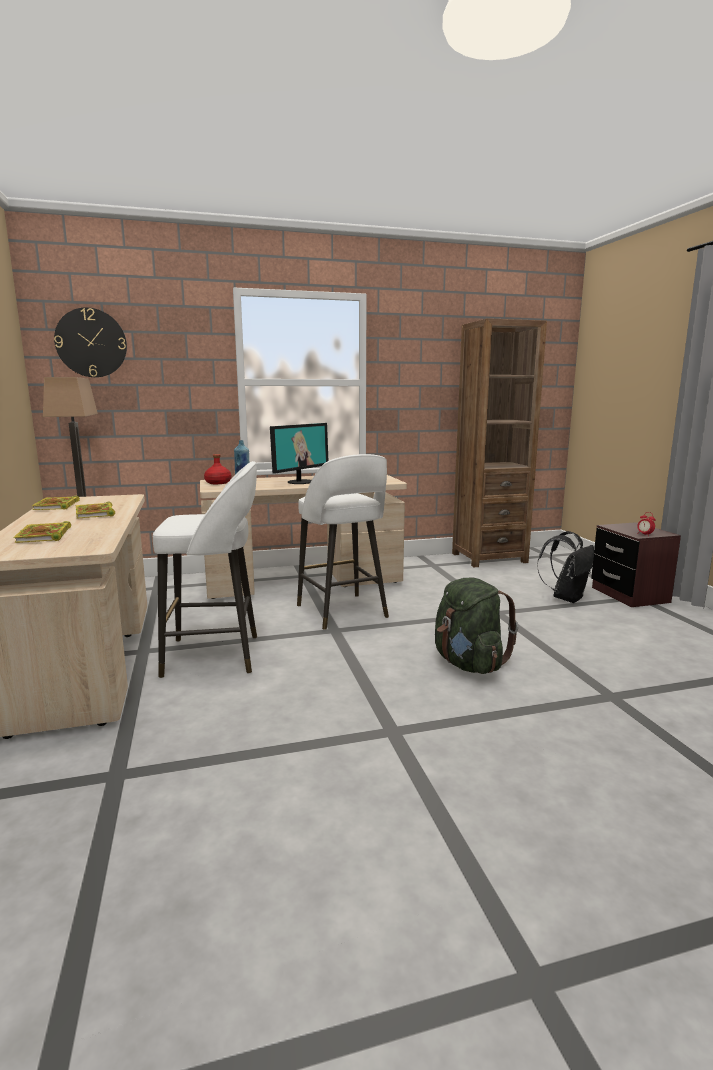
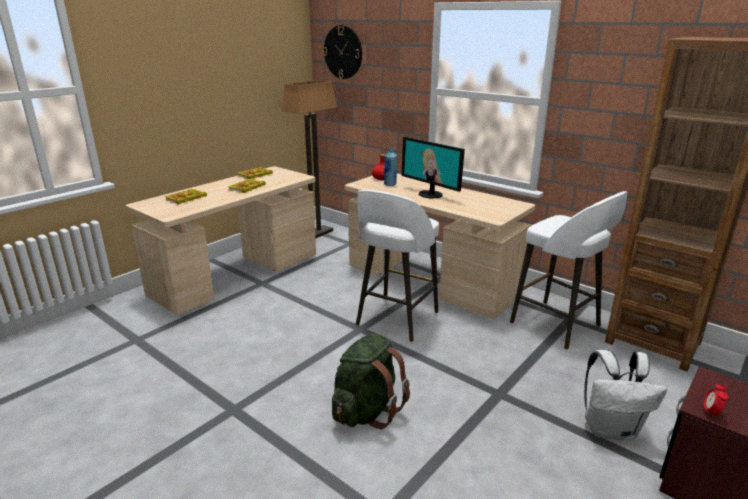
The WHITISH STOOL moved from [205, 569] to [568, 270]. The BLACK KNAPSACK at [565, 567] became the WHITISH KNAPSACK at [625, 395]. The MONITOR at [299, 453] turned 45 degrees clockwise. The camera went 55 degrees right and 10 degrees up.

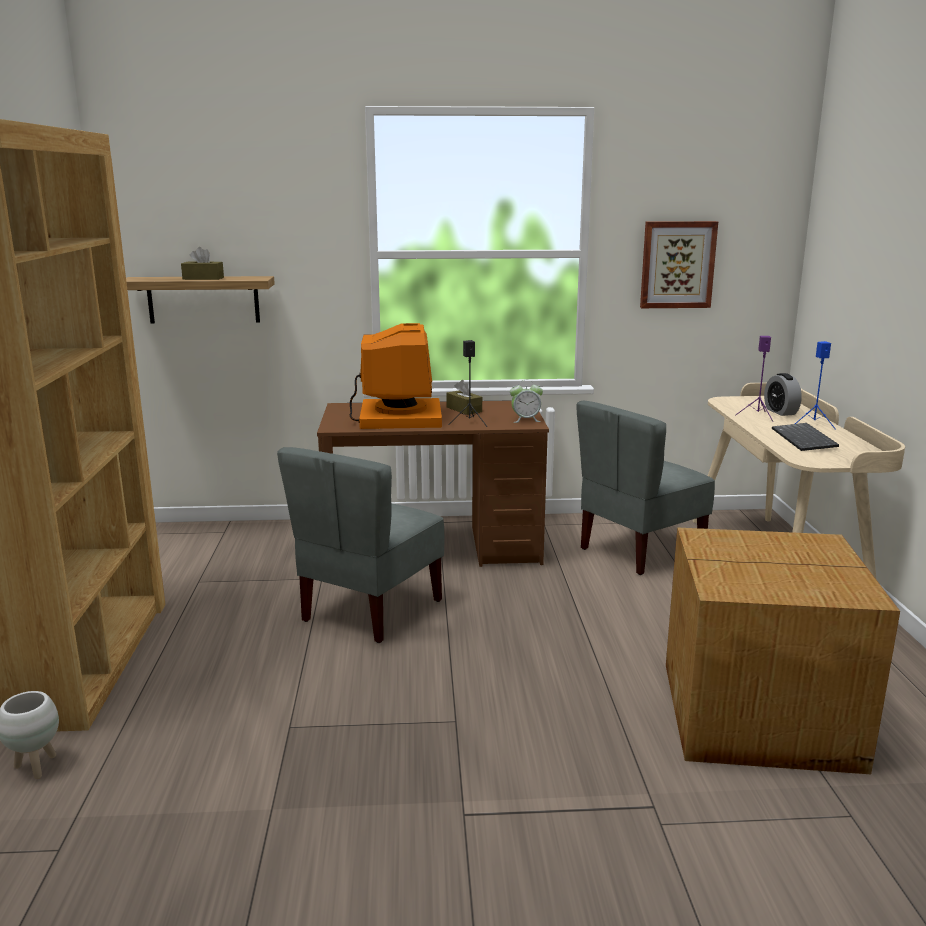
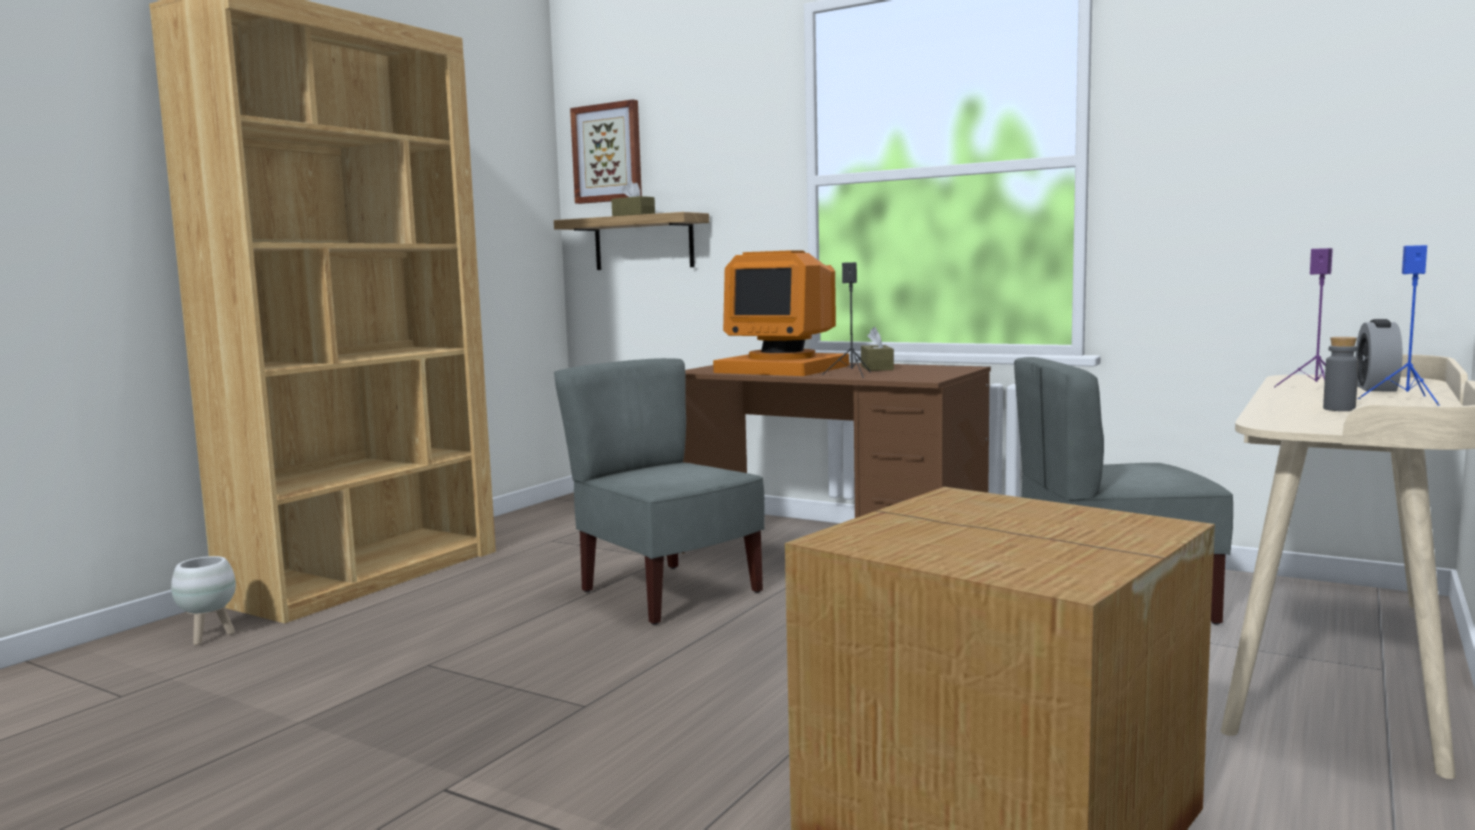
The ALARM CLOCK at [526, 401] disappeared. The WALL PICTURE moved from [679, 264] to [606, 151]. The COMPUTER KEYBOARD at [805, 437] was replaced by the GREY BOTTLE at [1341, 374]. The GREY UPRIGHT CHAIR at [361, 545] turned 75 degrees clockwise. The MONITOR at [396, 376] turned 90 degrees clockwise. The camera went 35 degrees right and 10 degrees down.

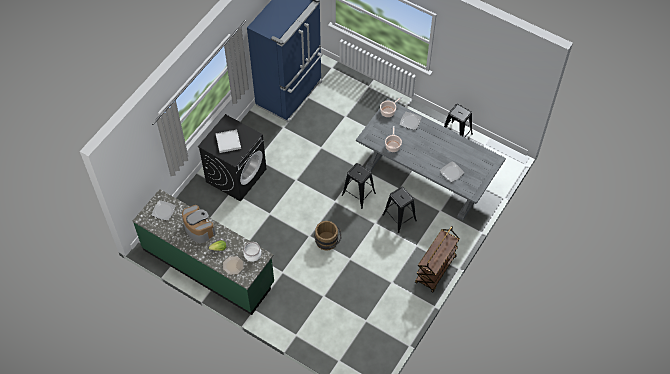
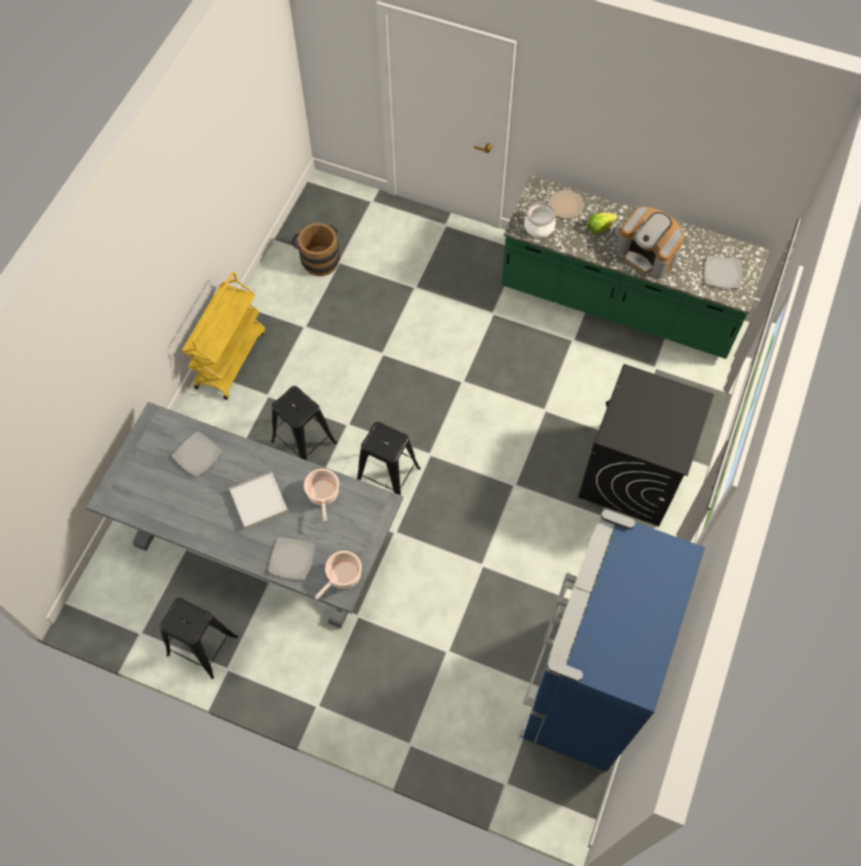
The WHITISH TRAY moved from [228, 141] to [258, 501]. The BROWNISH BUCKET moved from [328, 236] to [315, 249]. The BROWNISH TROLLEY at [437, 259] became the YELLOW-COLOURED TROLLEY at [223, 336]. The camera went 170 degrees right and 5 degrees up.

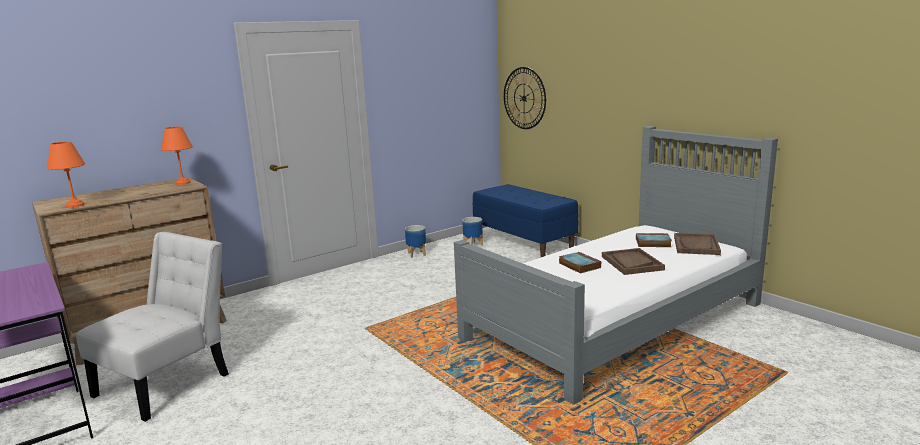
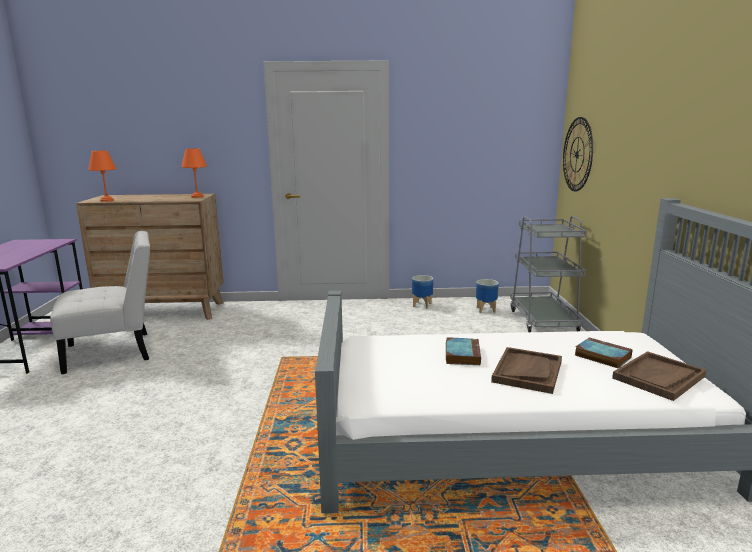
The BLUISH LONG SEAT at [526, 220] was replaced by the GREY TROLLEY at [548, 274]. The camera went 35 degrees right and 0 degrees up.

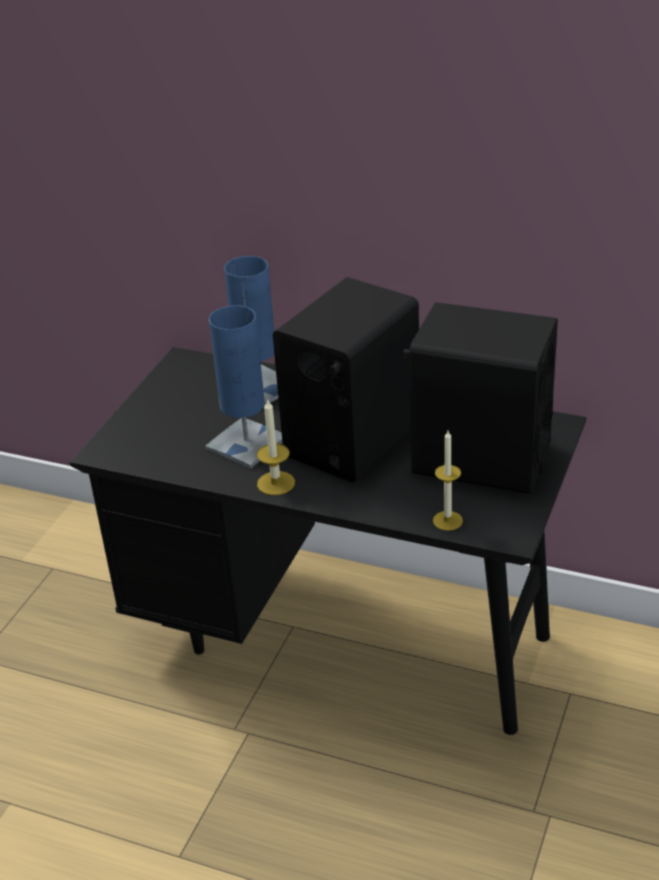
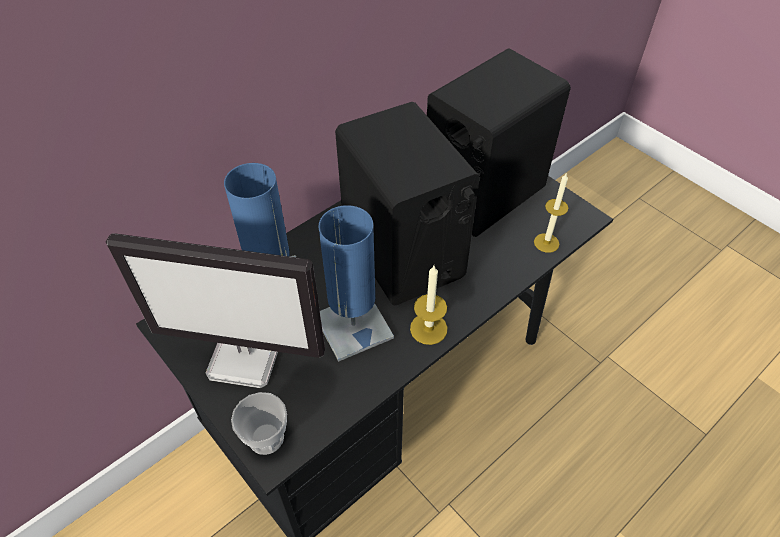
The MONITOR at [215, 310] appeared. The CUP at [259, 423] appeared. The camera went 65 degrees left and 15 degrees up.

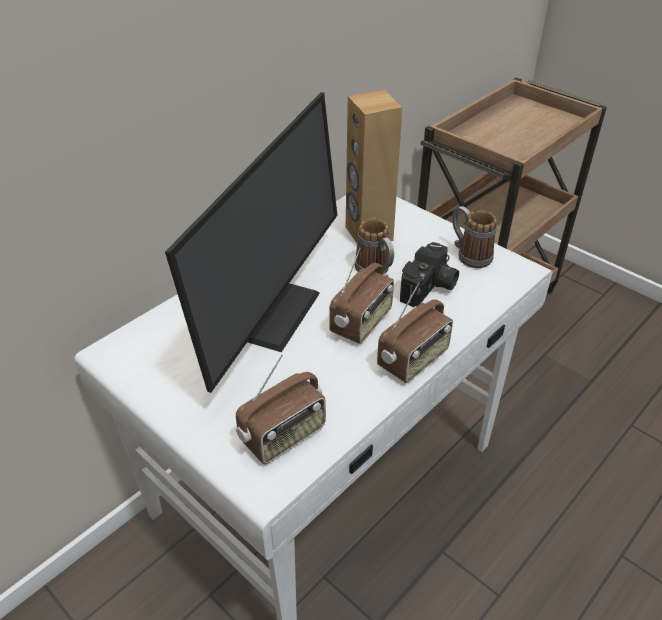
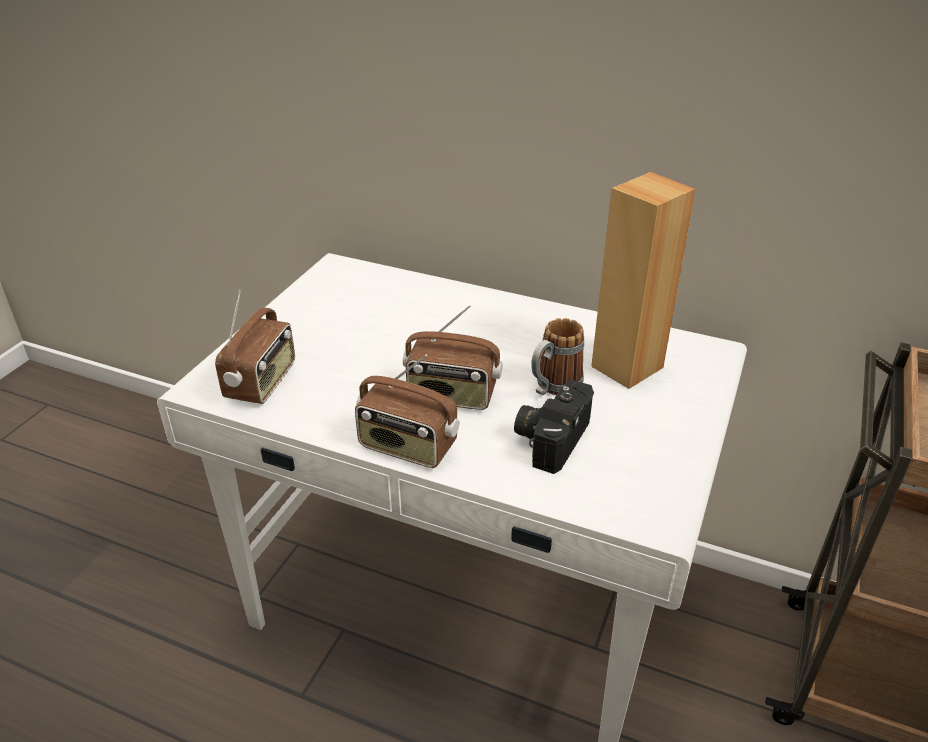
The MONITOR at [251, 242] disappeared. The MUG at [474, 237] disappeared. The RADIO SET at [281, 409] turned 105 degrees counterclockwise. The PHOTO CAMERA at [429, 274] turned 105 degrees clockwise. The camera went 70 degrees right and 5 degrees down.

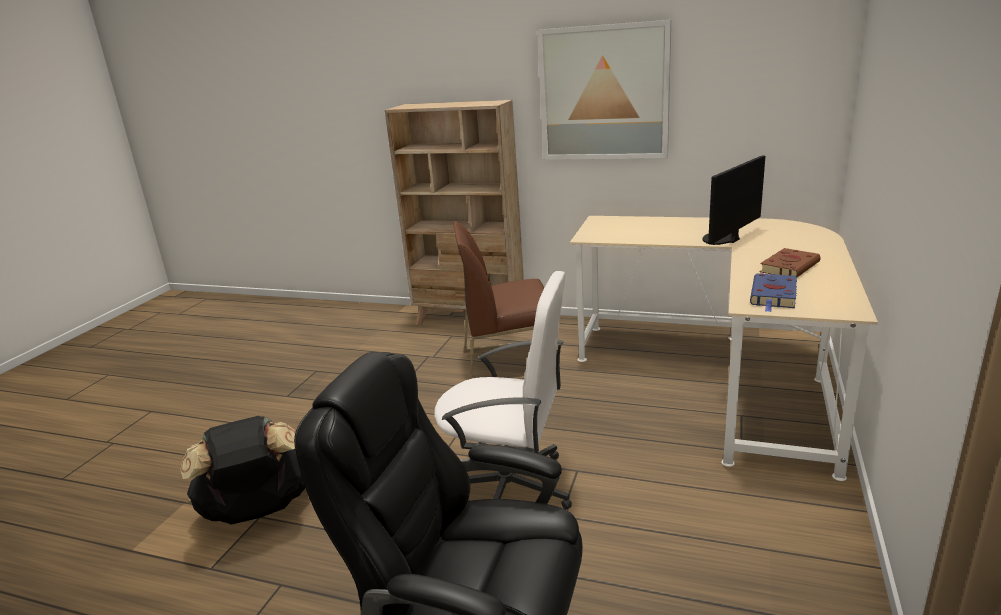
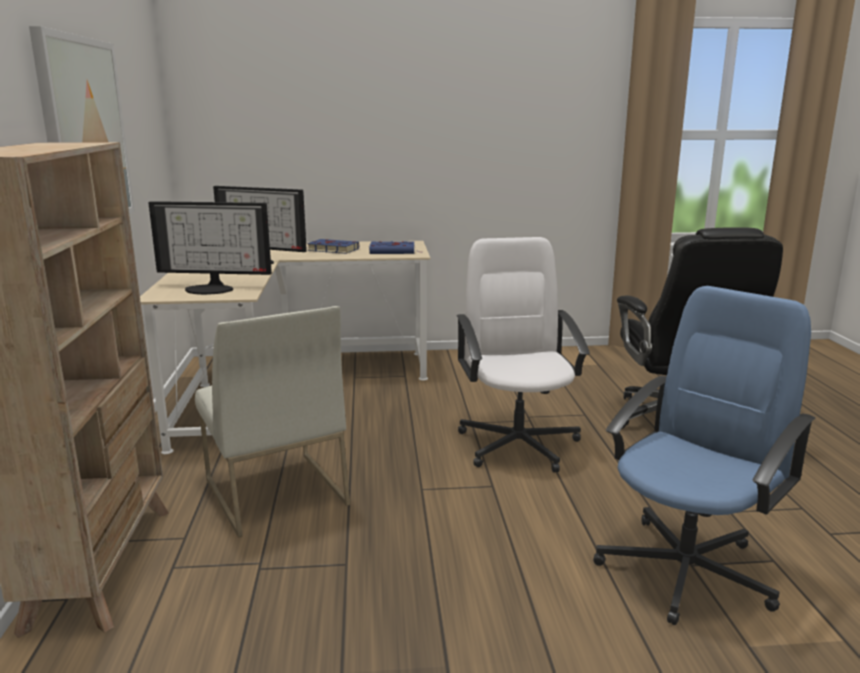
The MONITOR at [210, 248] appeared. The BLACK KNAPSACK at [242, 470] was replaced by the BLUISH OFFICE CHAIR at [704, 455]. The BROWNISH UPRIGHT CHAIR at [505, 300] became the WHITISH UPRIGHT CHAIR at [272, 421]. The BROWNISH BOUND BOOK at [790, 262] became the BLUISH BOUND BOOK at [333, 246]. The camera went 115 degrees left and 5 degrees down.

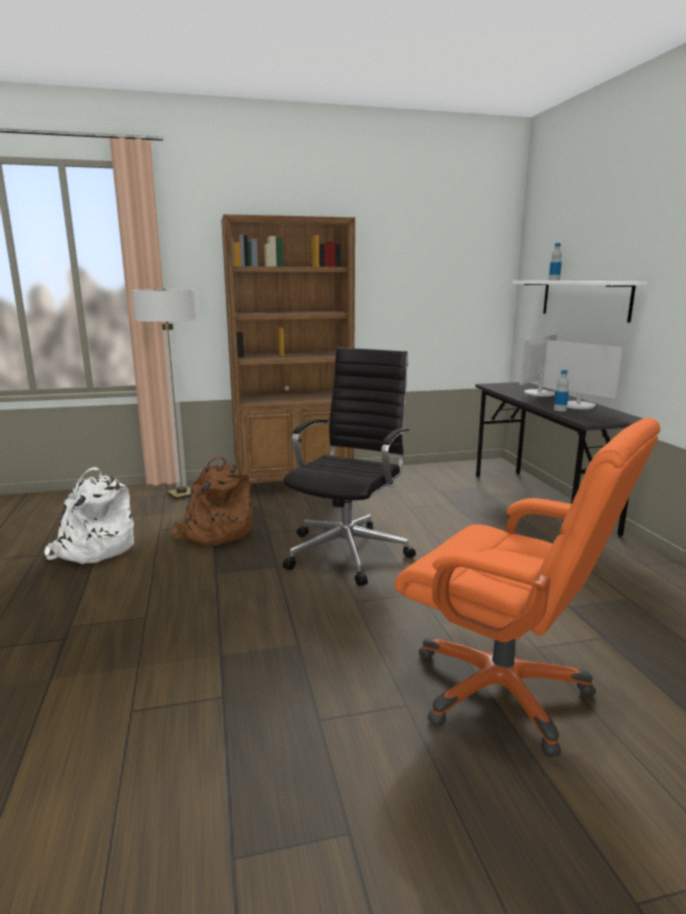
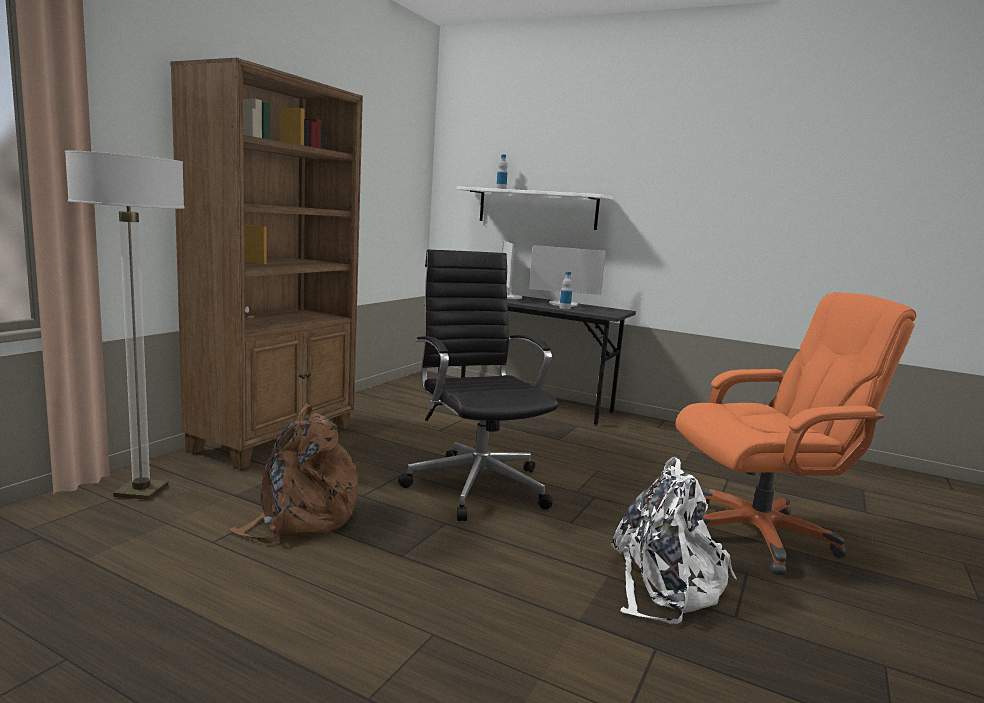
The WHITISH KNAPSACK moved from [89, 515] to [674, 540]. The camera went 50 degrees left and 5 degrees down.

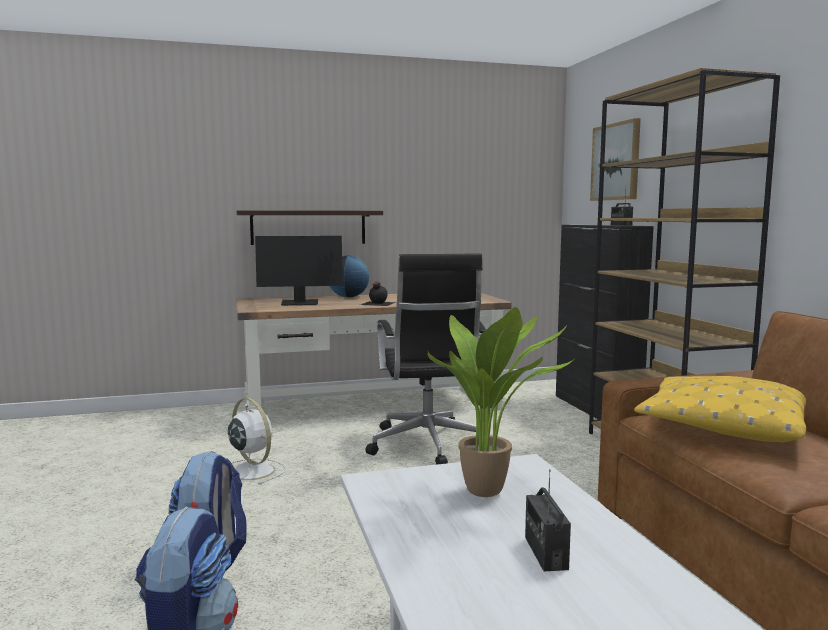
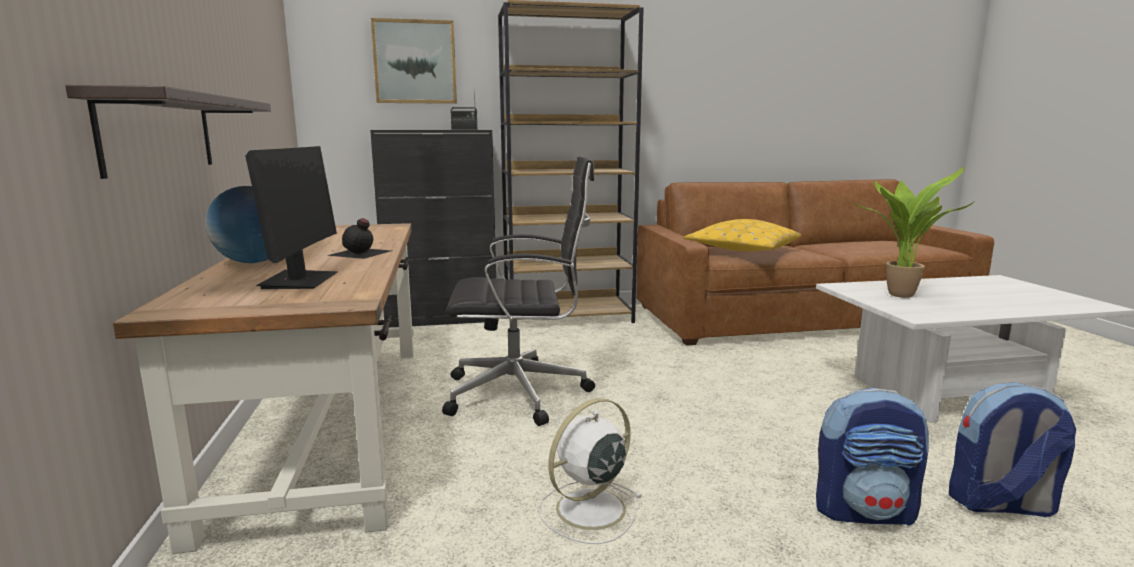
The RADIO SET at [548, 520] disappeared. The camera went 85 degrees left and 5 degrees up.

